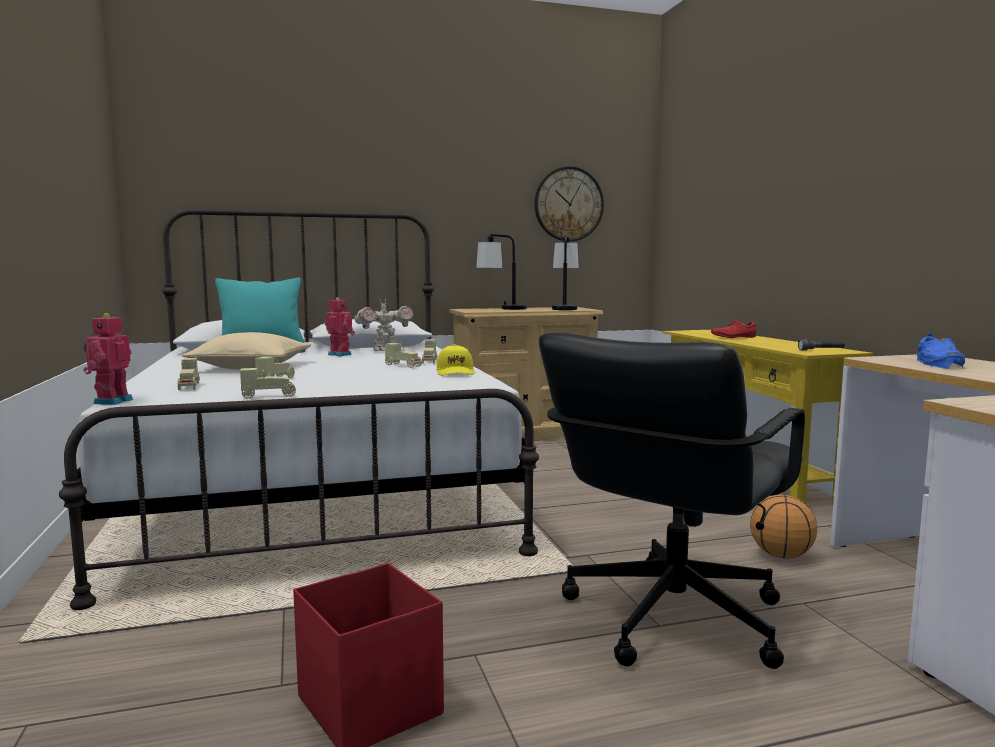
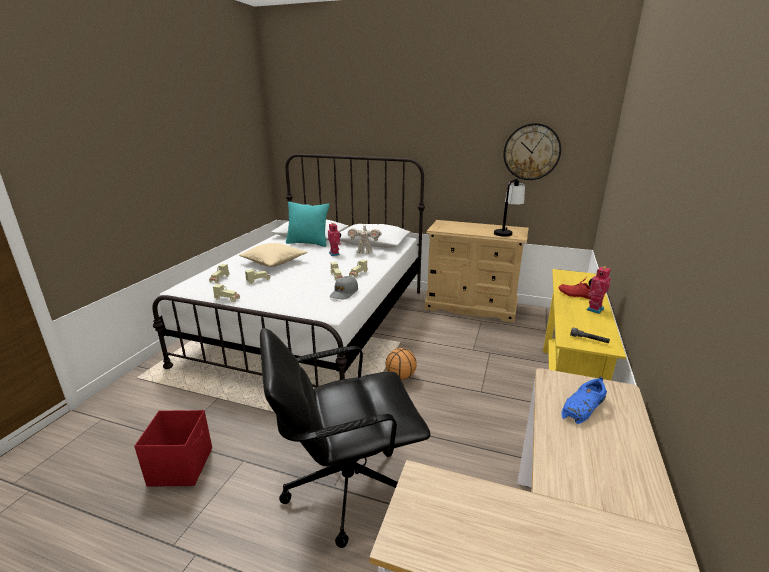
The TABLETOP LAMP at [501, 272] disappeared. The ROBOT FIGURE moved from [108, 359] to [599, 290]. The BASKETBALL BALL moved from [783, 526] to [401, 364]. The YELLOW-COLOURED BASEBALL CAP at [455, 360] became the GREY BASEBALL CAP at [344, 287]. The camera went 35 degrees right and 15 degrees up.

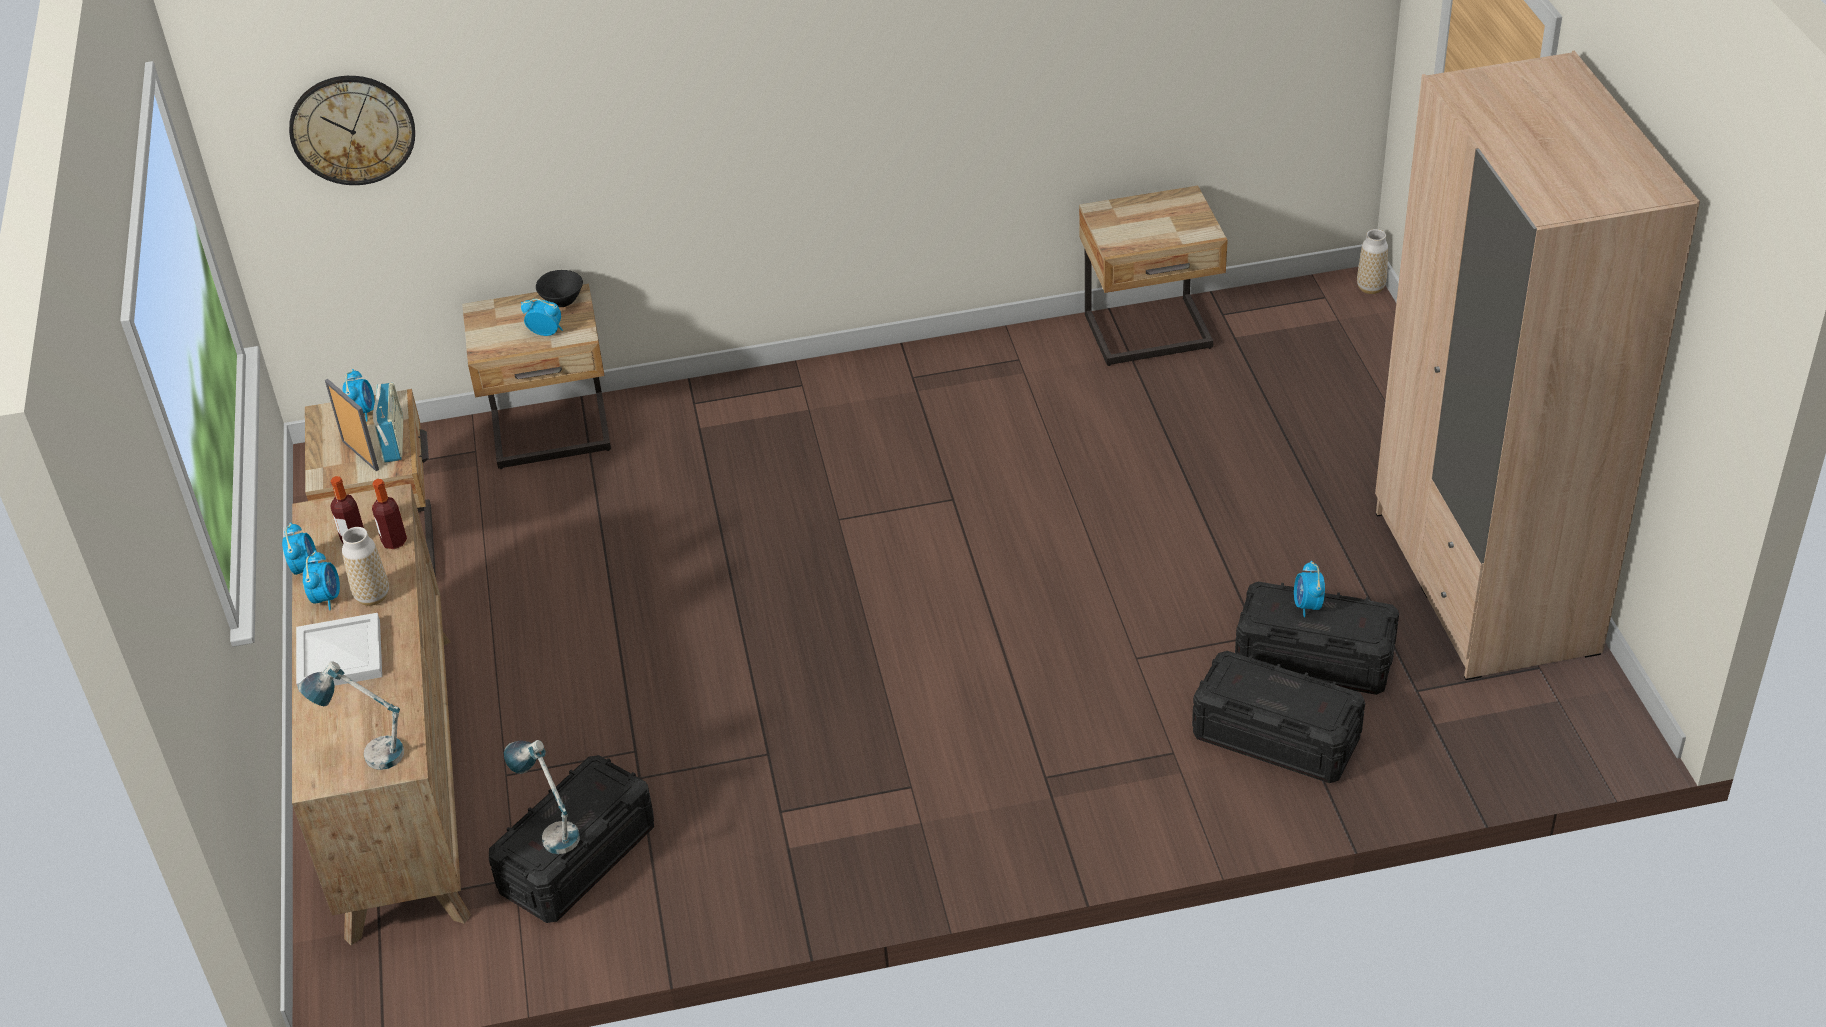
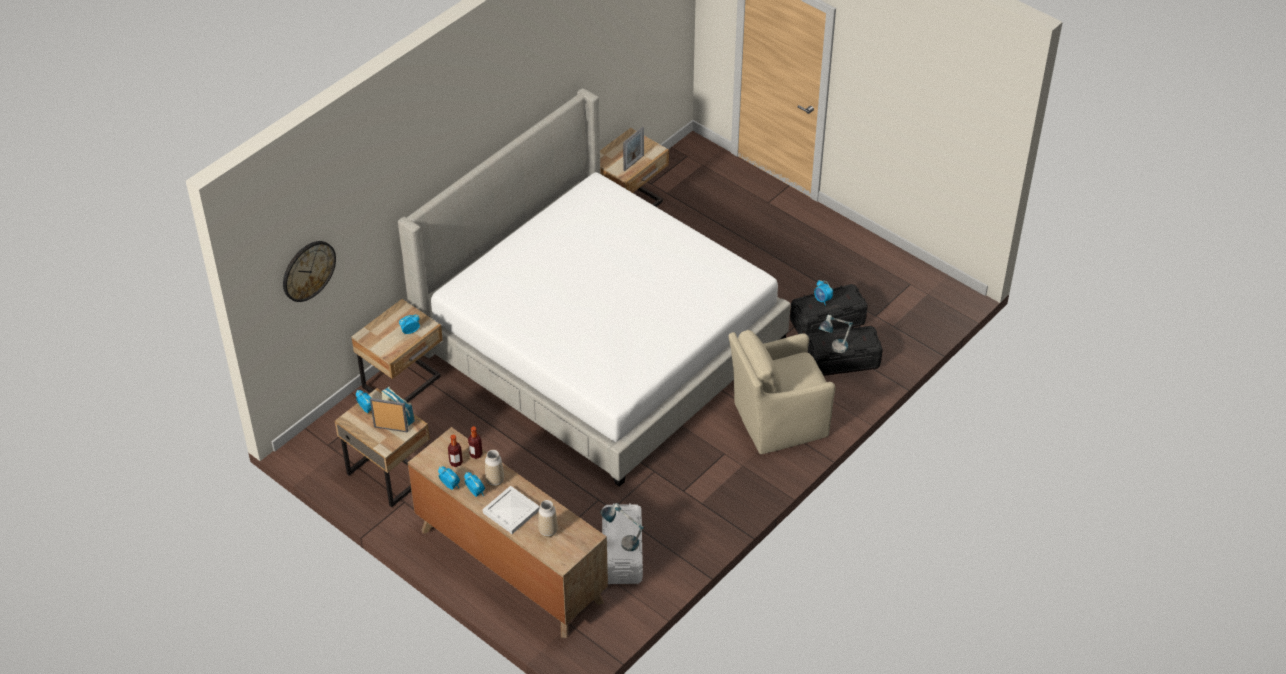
The BLACK DEEP DISH at [559, 288] disappeared. The BEIGE WARDROBE at [1537, 365] disappeared. The BED at [594, 287] appeared. The PHOTO FRAME at [633, 149] appeared. The BEIGE ARMCHAIR at [781, 392] appeared. The TABLETOP LAMP moved from [351, 715] to [836, 334]. The DECORATIVE VASE moved from [1372, 261] to [548, 518]. The BLACK STORAGE BOX at [571, 839] became the WHITISH STORAGE BOX at [622, 543]. The camera went 40 degrees left and 5 degrees up.

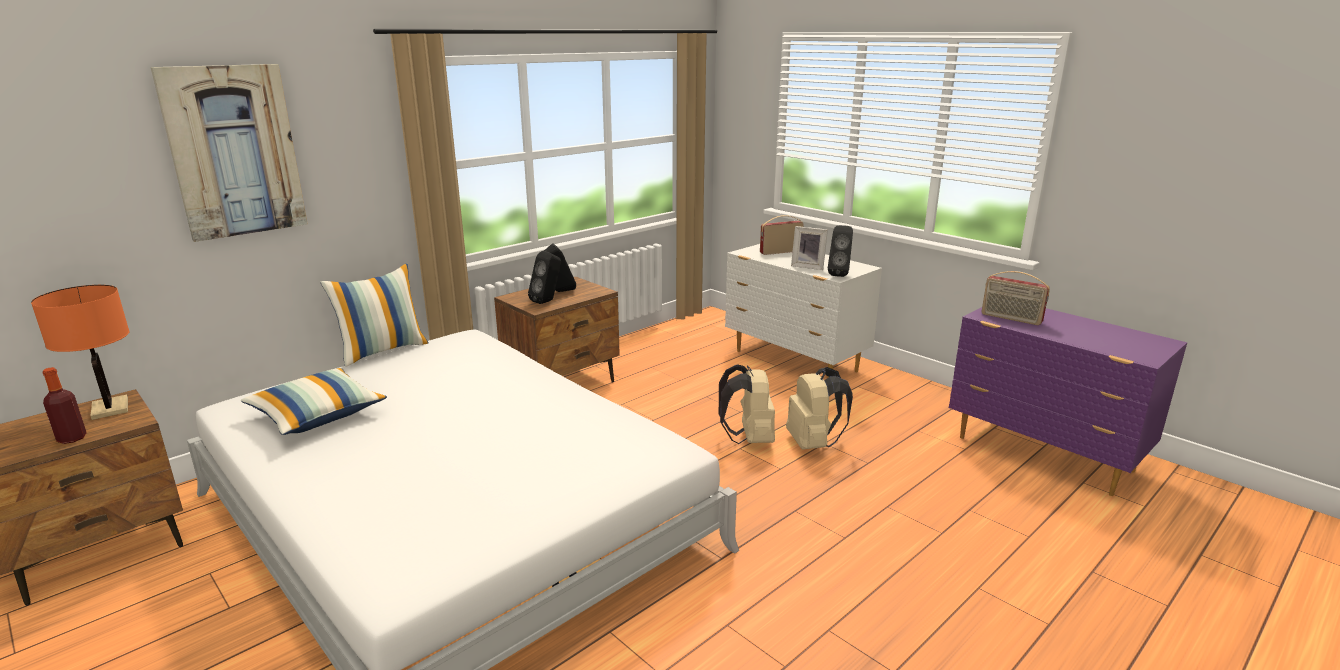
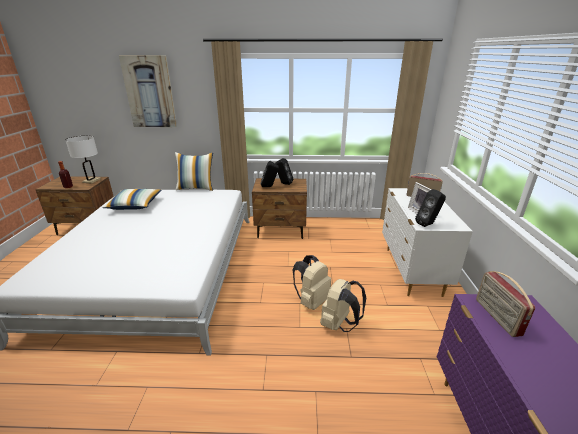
The ORANGEY TABLETOP LAMP at [80, 352] became the WHITISH TABLETOP LAMP at [83, 160]. The camera went 45 degrees right and 5 degrees up.

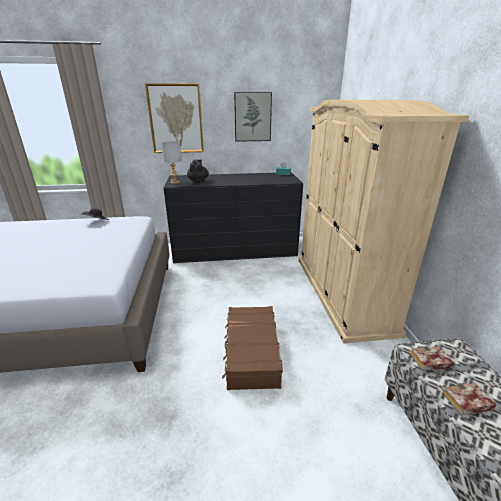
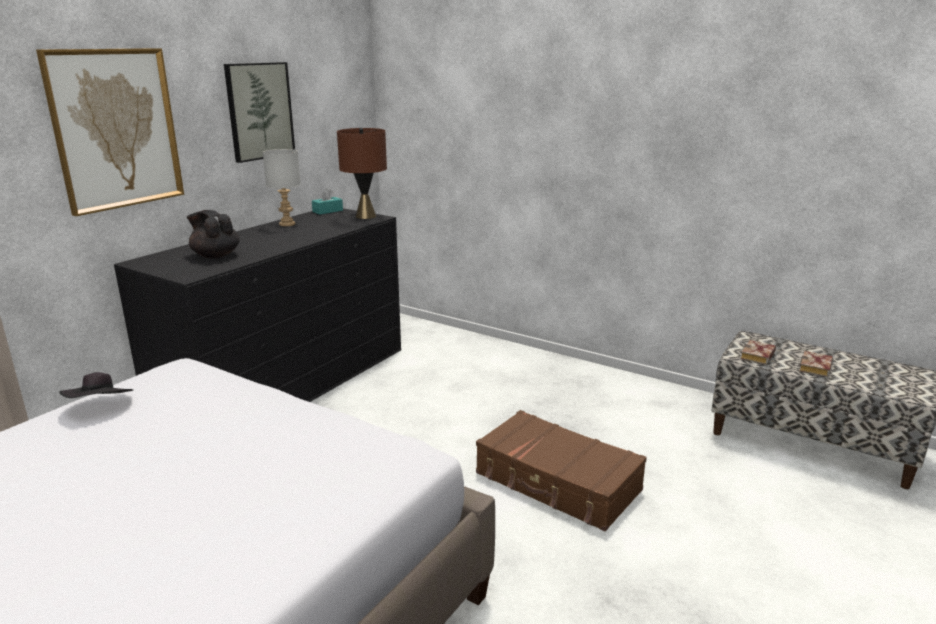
The BEIGE WARDROBE at [384, 221] disappeared. The BROWNISH TABLETOP LAMP at [362, 173] appeared. The GREY TABLETOP LAMP moved from [171, 162] to [282, 187]. The camera went 50 degrees left and 5 degrees down.

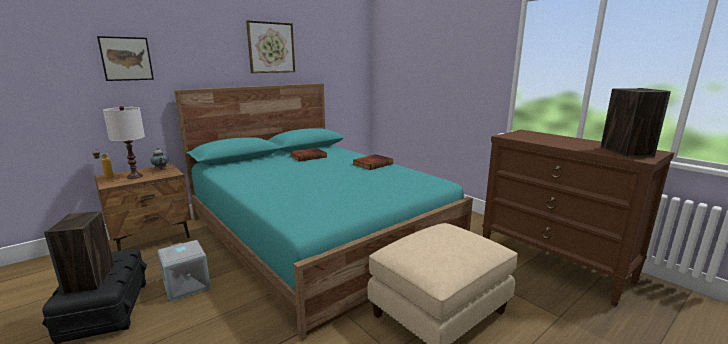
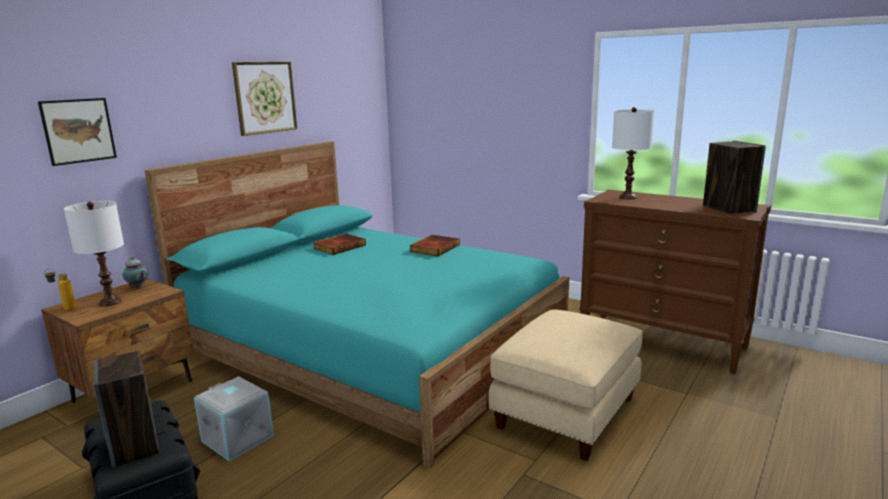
The WHITISH TABLETOP LAMP at [633, 153] appeared. The camera went 15 degrees left and 0 degrees up.

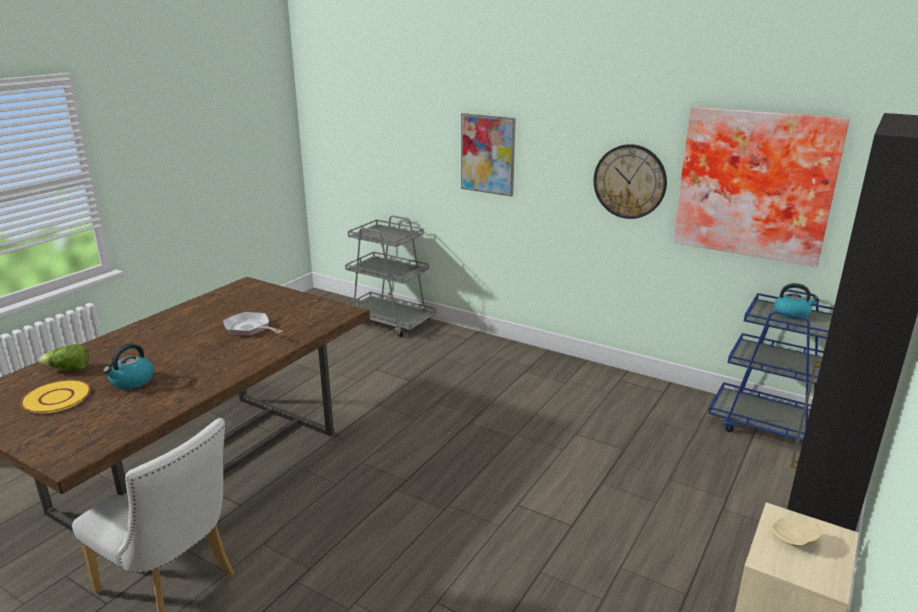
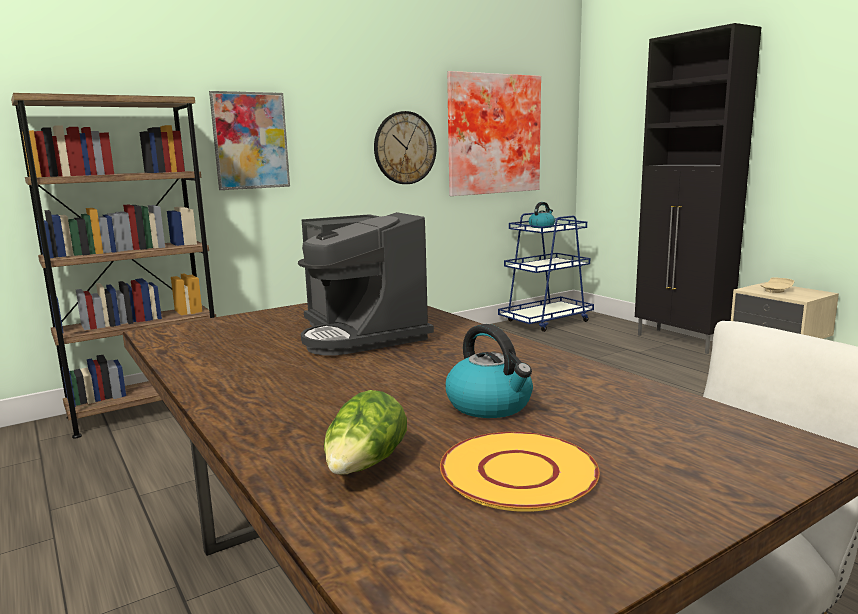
The PAN at [253, 324] was replaced by the COFFEE MACHINE at [366, 283]. The GREY TROLLEY at [390, 276] was replaced by the BROWNISH SHELVING UNIT at [113, 265]. The camera went 65 degrees left and 10 degrees down.

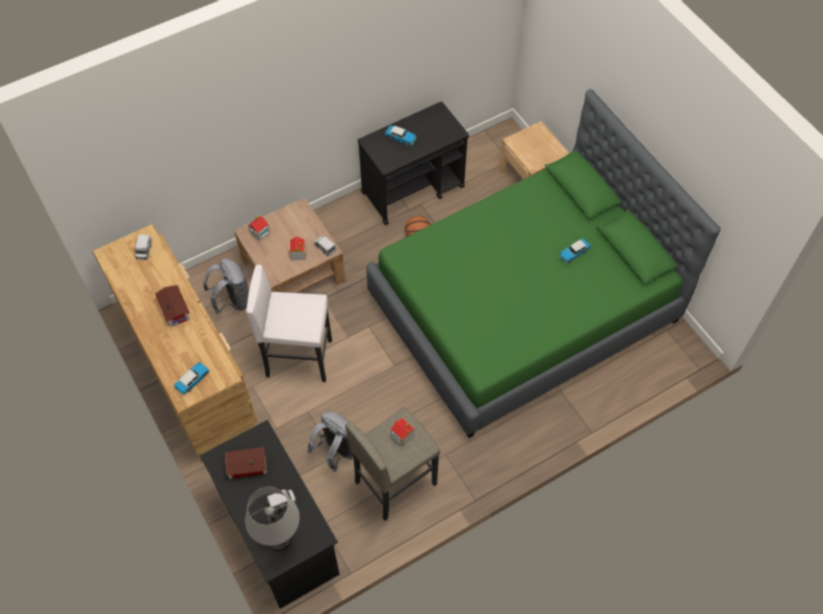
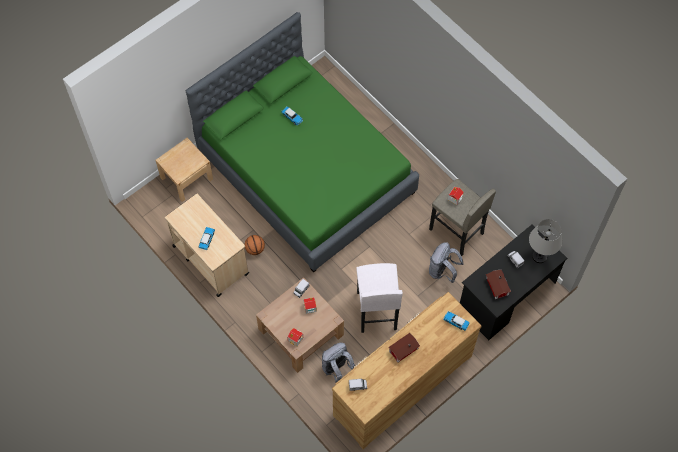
The BLACK TROLLEY at [413, 163] became the BEIGE TROLLEY at [207, 245]. The camera went 100 degrees left and 5 degrees up.

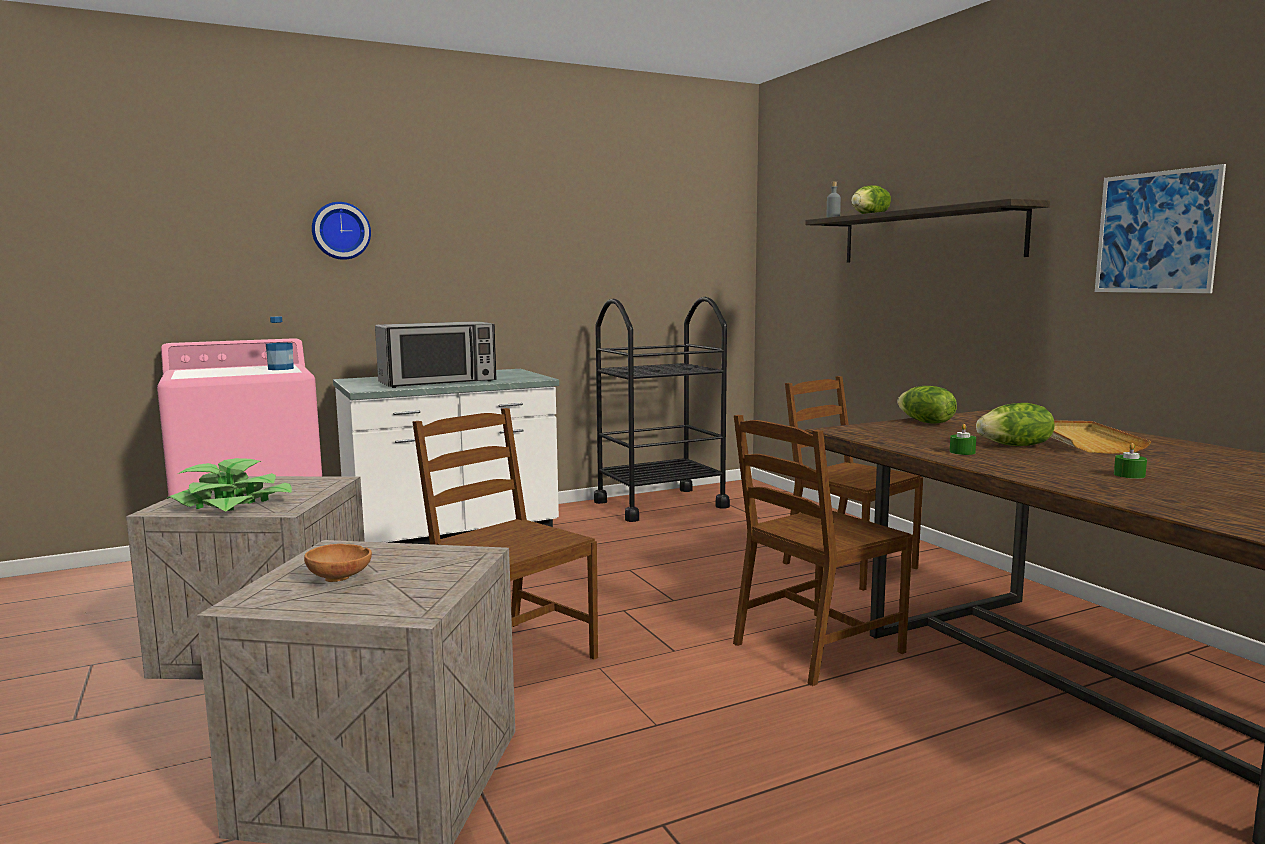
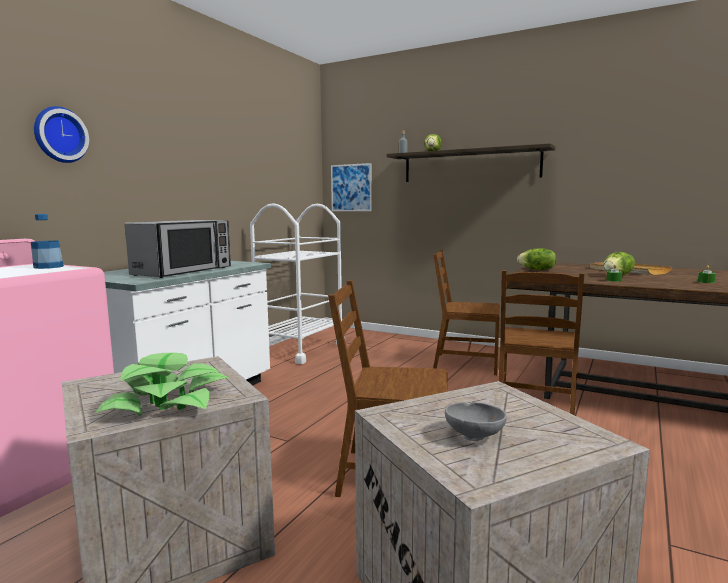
The WALL PICTURE moved from [1160, 228] to [351, 187]. The BROWNISH DEEP DISH at [338, 563] became the GREY DEEP DISH at [476, 421]. The BLACK TROLLEY at [662, 409] became the WHITISH TROLLEY at [297, 283]. The camera went 35 degrees left and 0 degrees up.

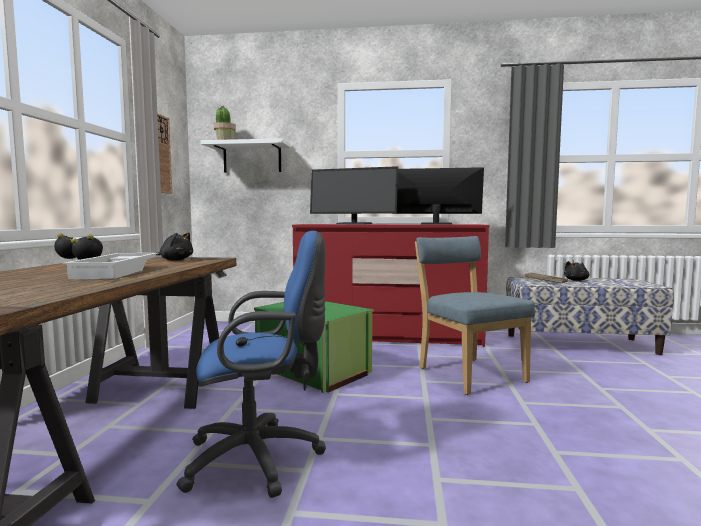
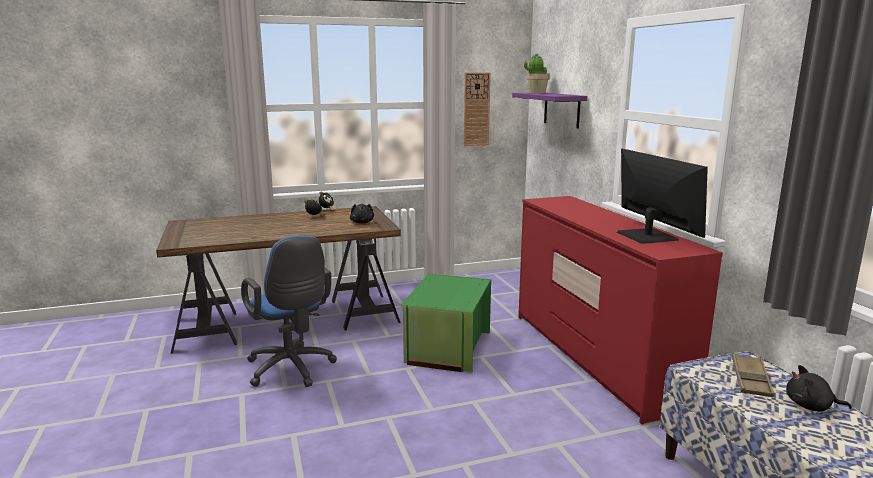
The WHITISH TRAY at [110, 266] disappeared. The MONITOR at [354, 195] disappeared. The BLUISH UPRIGHT CHAIR at [475, 315] disappeared. The WHITISH WALL SHELF at [246, 155] became the PURPLE-COLOURED WALL SHELF at [549, 111]. The camera went 65 degrees right and 10 degrees up.

